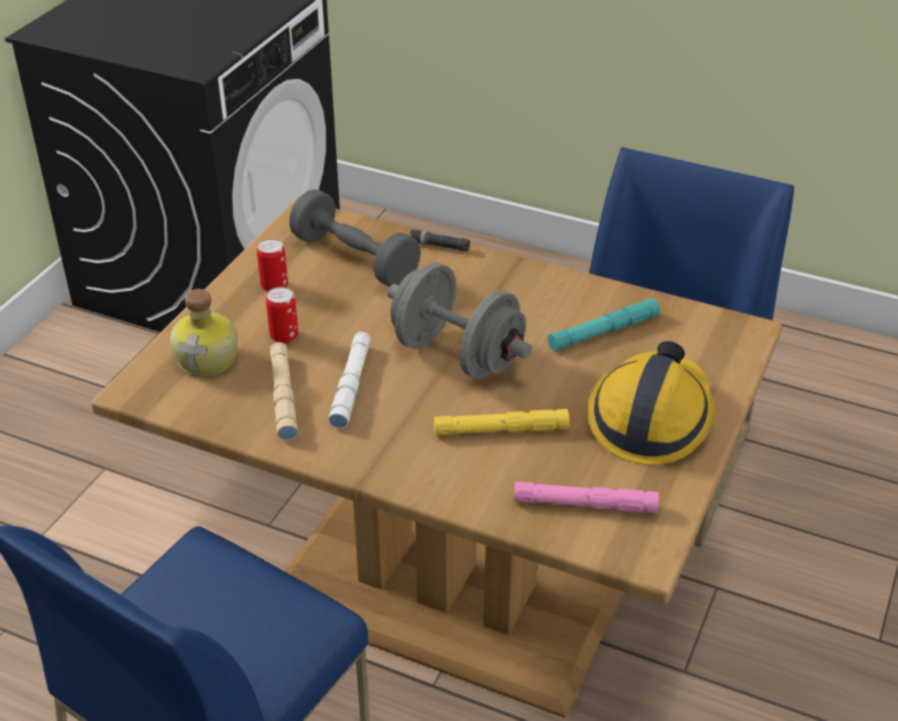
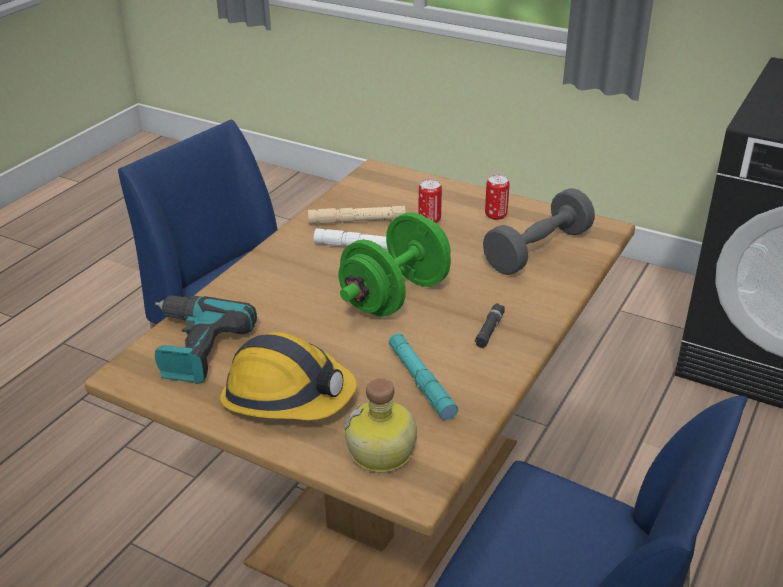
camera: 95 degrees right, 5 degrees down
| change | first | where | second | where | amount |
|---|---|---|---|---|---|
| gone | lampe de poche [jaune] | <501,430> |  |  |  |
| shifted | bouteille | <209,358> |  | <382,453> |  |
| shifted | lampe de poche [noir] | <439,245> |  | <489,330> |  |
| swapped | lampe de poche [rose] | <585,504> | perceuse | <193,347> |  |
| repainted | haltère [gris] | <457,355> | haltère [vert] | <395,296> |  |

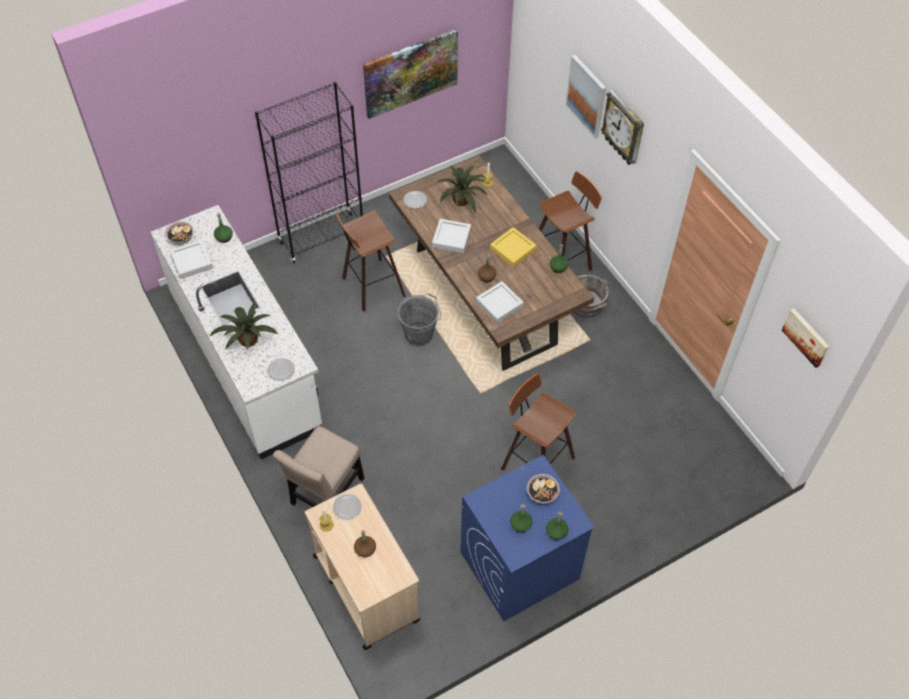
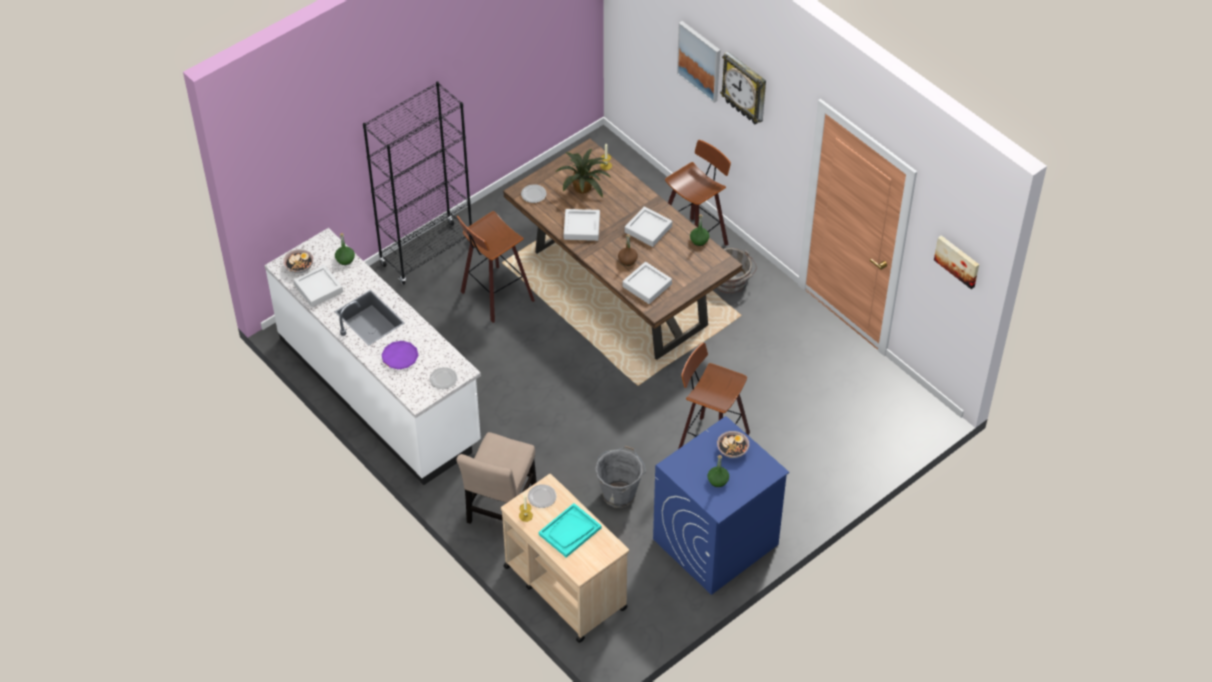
camera: 10 degrees left, 5 degrees down
| change | first | where | second | where | amount |
|---|---|---|---|---|---|
| gone | tableau | <410,73> |  |  |  |
| gone | bouteille [vert] | <556,532> |  |  |  |
| shifted | seau [gris] | <419,334> |  | <619,493> |  |
| swapped | plante en pot | <247,341> | assiette [violet] | <400,357> |  |
| swapped | bouteille [marron] | <365,549> | plateau [turquoise] | <570,531> |  |
| repainted | plateau [jaune] | <513,249> | plateau [gris] | <648,229> |  |

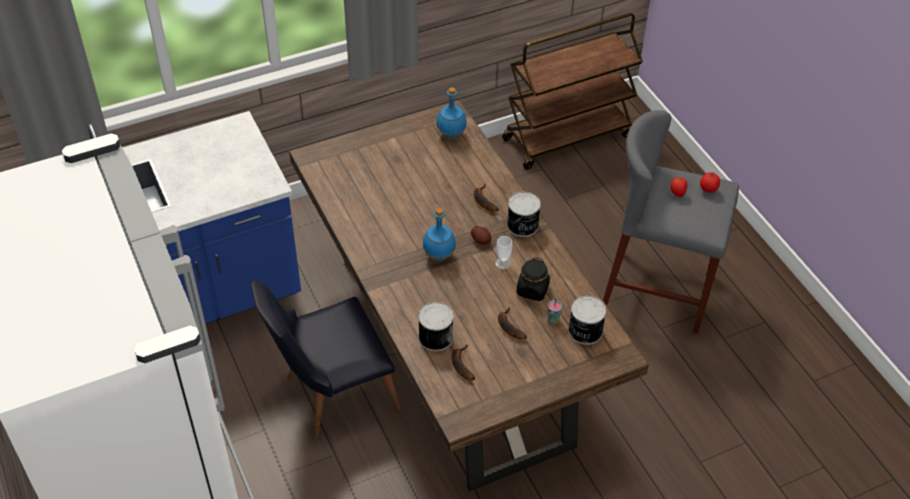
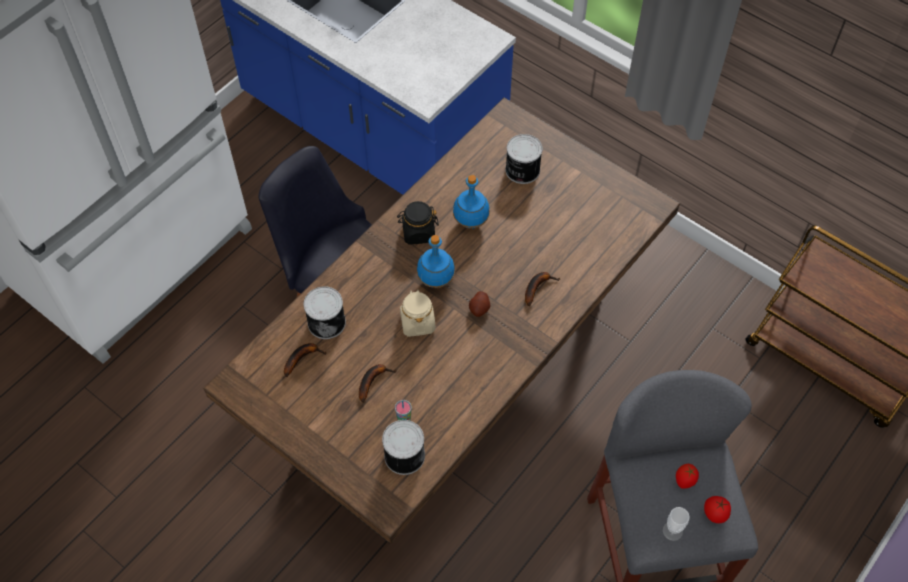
camera: 65 degrees right, 10 degrees up
| change | first | where | second | where | amount |
|---|---|---|---|---|---|
| new |  |  | bocal [beige] | <417,322> |  |
| shifted | bouteille [bleu] | <451,135> |  | <470,222> |  |
| shifted | tasse | <503,263> |  | <672,531> |  |
| shifted | boîte métallique | <523,226> |  | <521,170> |  |
| shifted | bocal [noir] | <532,290> |  | <418,232> |  |

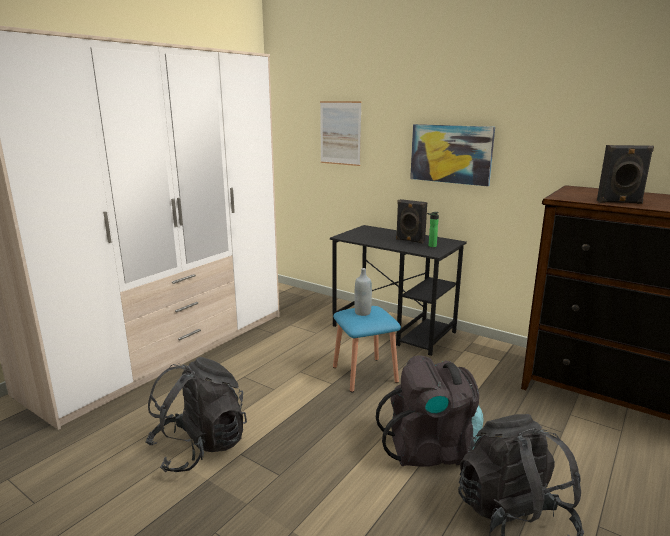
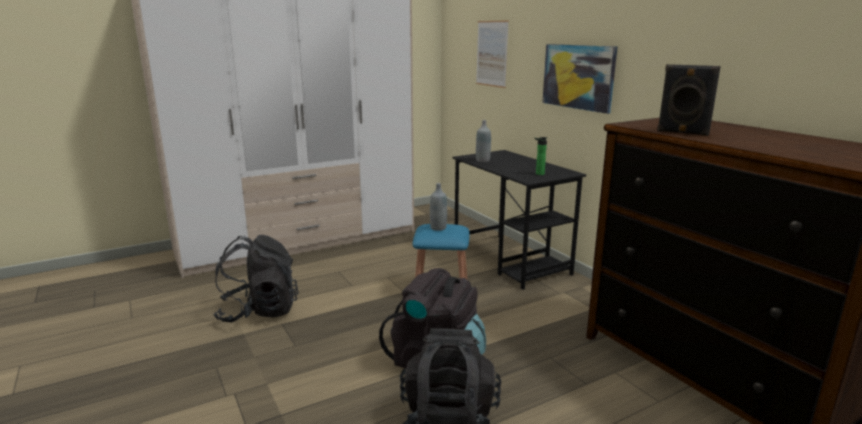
camera: 25 degrees right, 0 degrees up
| change | first | where | second | where | amount |
|---|---|---|---|---|---|
| gone | enceinte [noir] | <409,240> |  |  |  |
| new |  |  | bouteille [gris] | <482,160> |  |

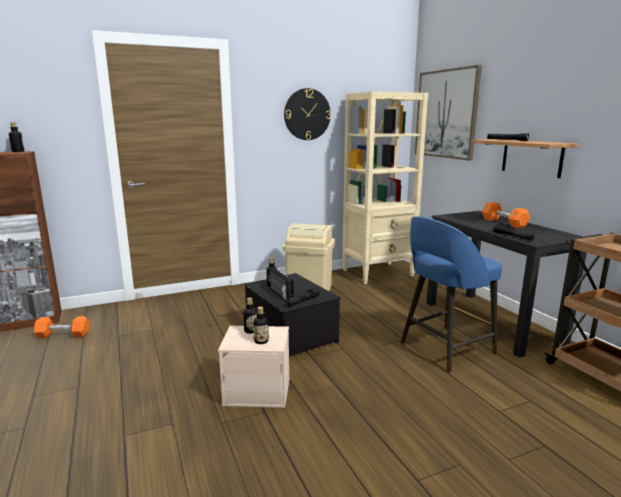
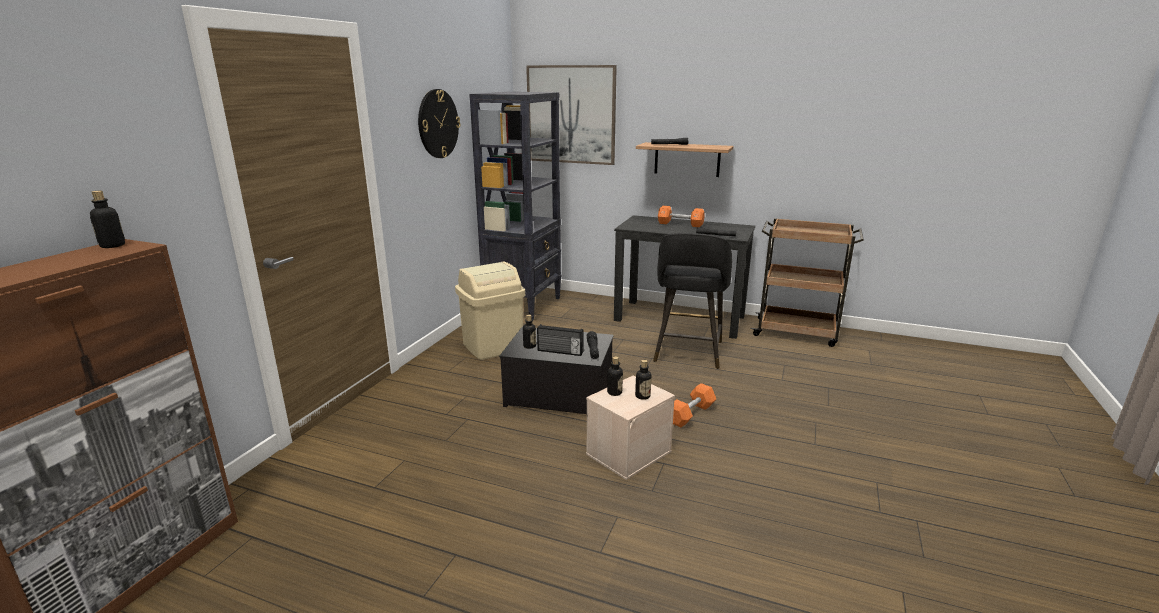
camera: 45 degrees left, 5 degrees up
| change | first | where | second | where | amount |
|---|---|---|---|---|---|
| shifted | haltère [orange] | <63,335> |  | <690,414> |  |
| repainted | bibliothèque [beige] | <378,273> | bibliothèque [noir] | <524,305> |  |
| repainted | tabouret [bleu] | <444,349> | tabouret [noir] | <688,352> |  |

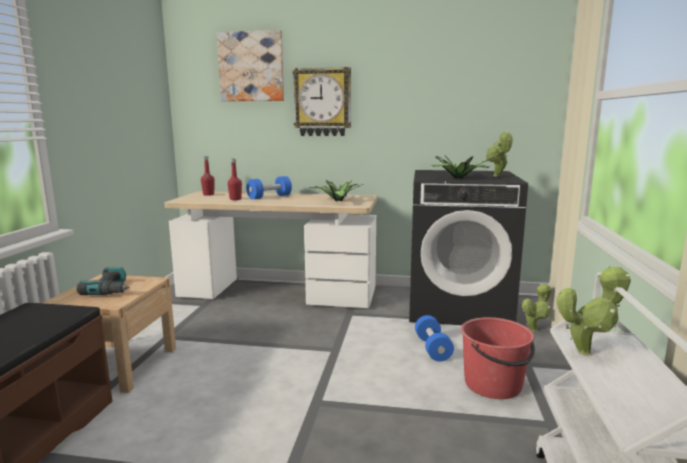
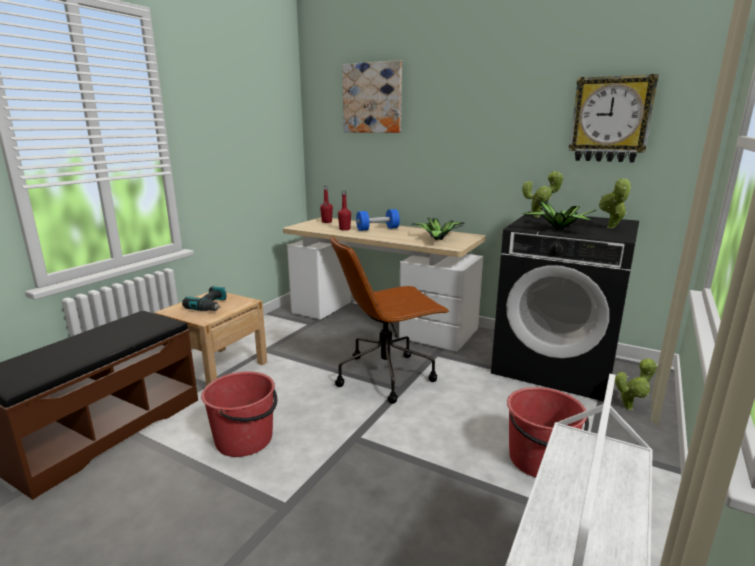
camera: 20 degrees right, 5 degrees up
| change | first | where | second | where | amount |
|---|---|---|---|---|---|
| gone | haltère [bleu] | <432,348> |  |  |  |
| new |  |  | seau [rouge] | <245,439> |  |
| new |  |  | chaise de bureau [marron] | <386,375> |  |
| shifted | horloge murale | <322,102> |  | <610,119> |  |
| shifted | plante en pot | <587,352> |  | <539,217> |  |

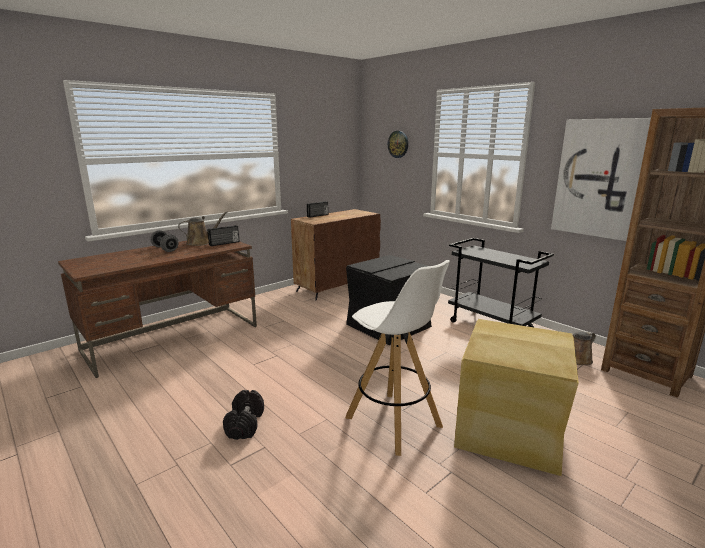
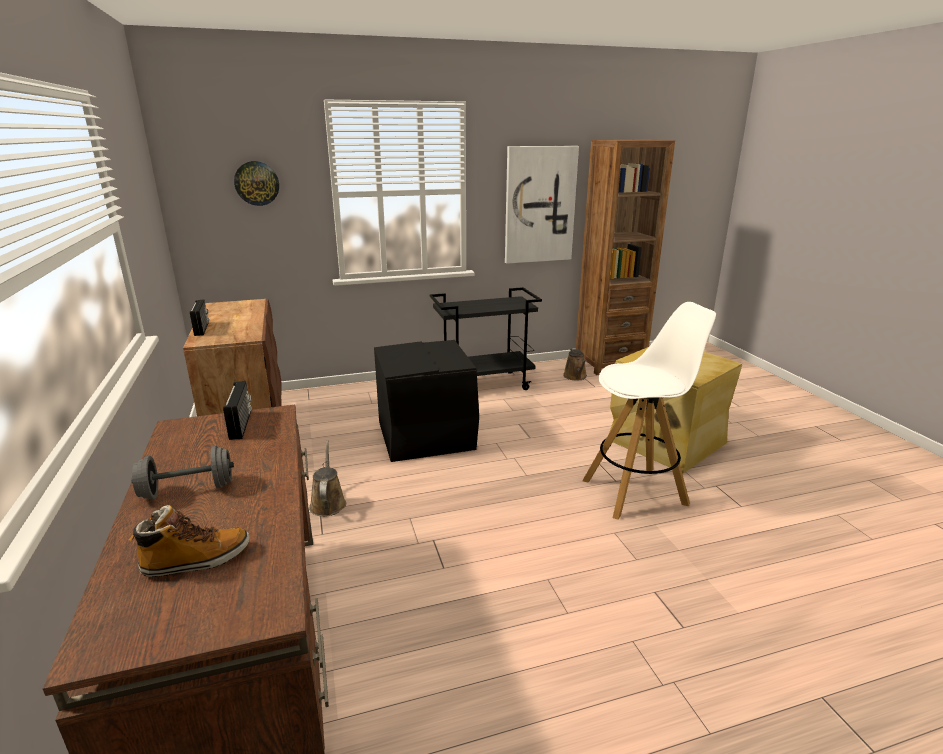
camera: 65 degrees left, 5 degrees up
| change | first | where | second | where | amount |
|---|---|---|---|---|---|
| gone | haltère [noir] | <245,424> |  |  |  |
| new |  |  | botte | <196,561> |  |
| shifted | arrosoir [marron] | <201,243> |  | <328,503> |  |

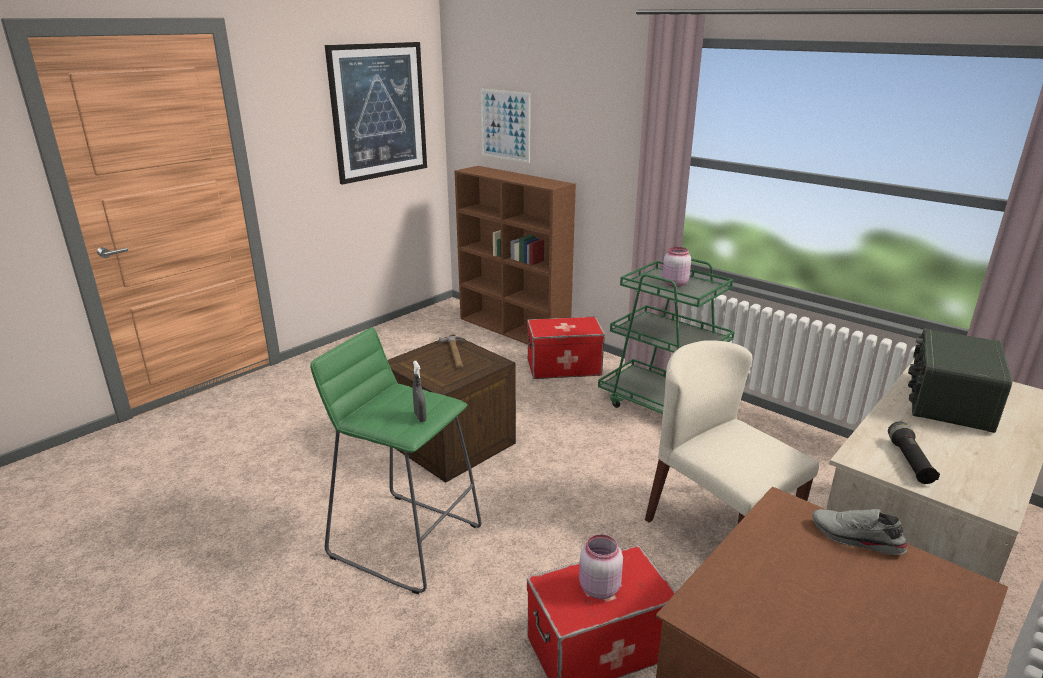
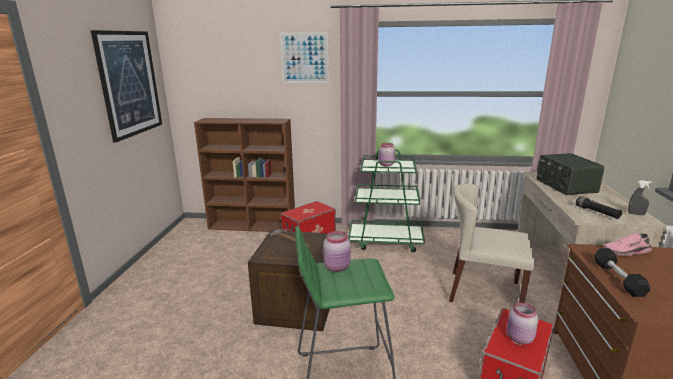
camera: 35 degrees left, 5 degrees down
| change | first | where | second | where | amount |
|---|---|---|---|---|---|
| new |  |  | bocal [rose] | <338,267> |  |
| new |  |  | haltère [noir] | <618,278> |  |
| shifted | vaporisateur [gris] | <420,417> |  | <636,214> |  |
| shifted | tableau | <505,125> |  | <305,58> |  |
| repainted | chaussure [gris] | <856,539> | chaussure [rose] | <627,252> |  |

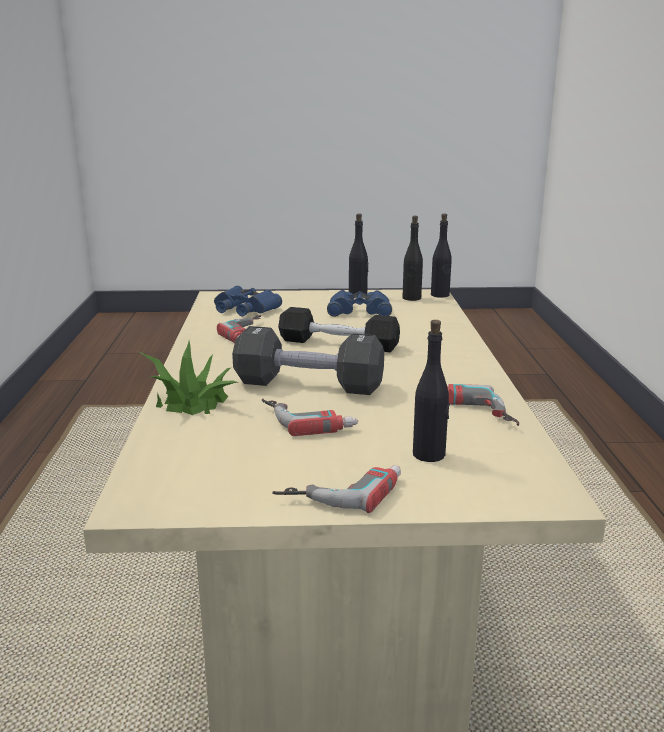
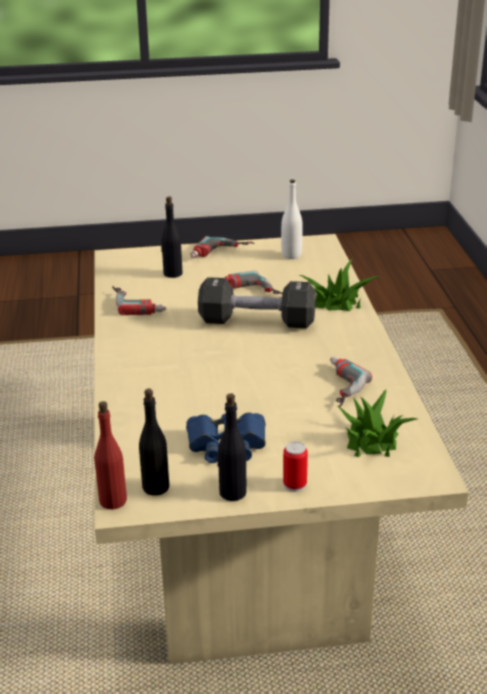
camera: 175 degrees right, 10 degrees up
| change | first | where | second | where | amount |
|---|---|---|---|---|---|
| gone | haltère [noir] | <338,344> |  |  |  |
| new |  |  | bouteille [blanc] | <291,255> |  |
| new |  |  | boîte métallique | <294,484> |  |
| swapped | jumelles [bleu] | <245,309> | plante en pot | <371,439> |  |
| repainted | bouteille [noir] | <440,295> | bouteille [rouge] | <112,500> |  |

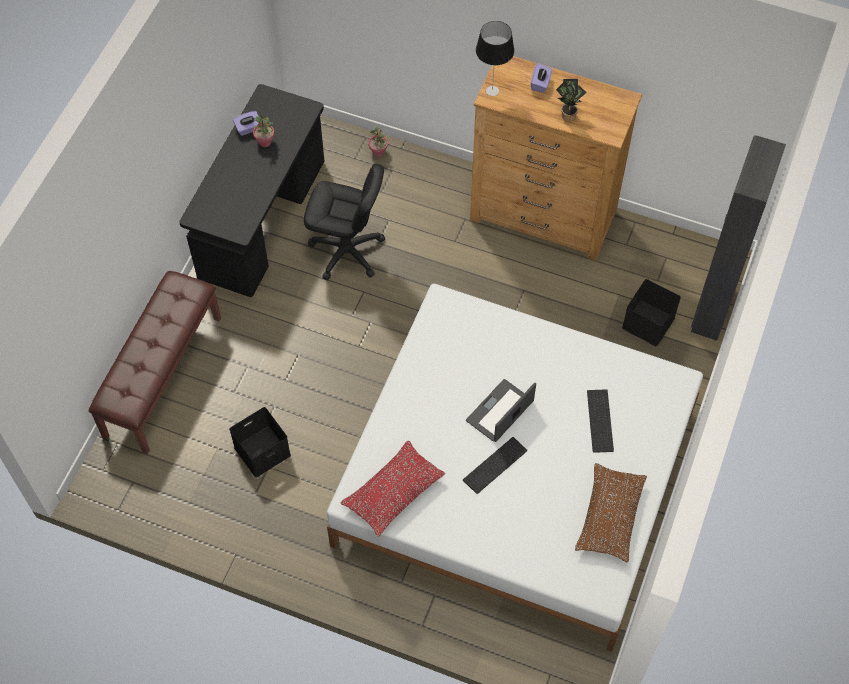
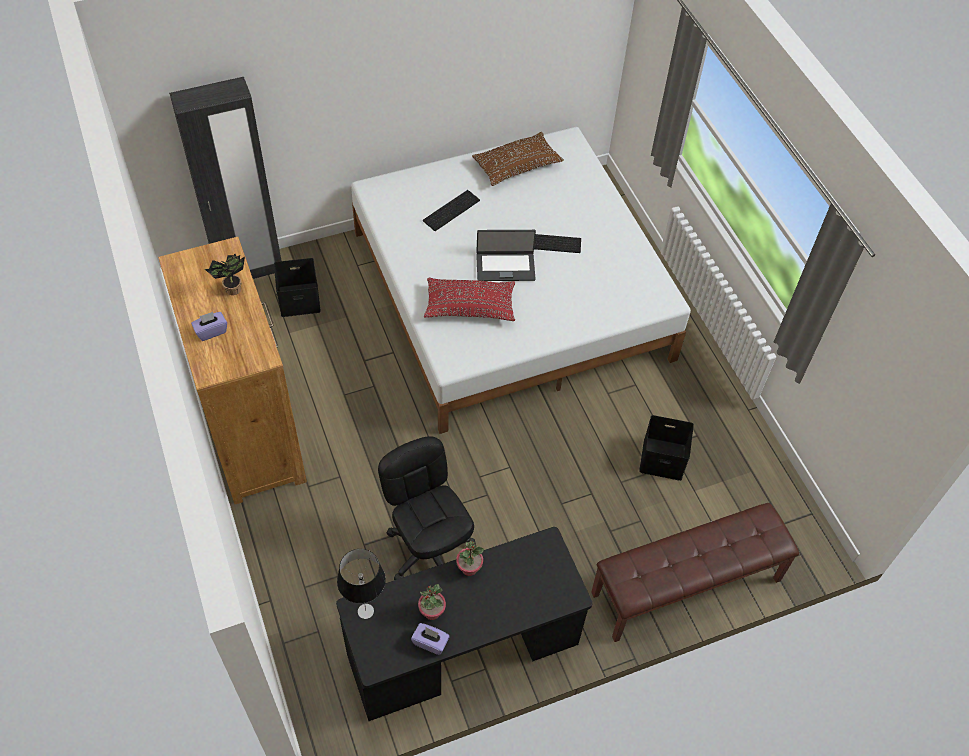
camera: 135 degrees left, 5 degrees down
| change | first | where | second | where | amount |
|---|---|---|---|---|---|
| shifted | coussin [rouge] | <393,493> |  | <470,306> |  |
| shifted | plante en pot | <378,152> |  | <469,568> |  |
| shifted | lampe de table | <492,91> |  | <365,610> |  |

